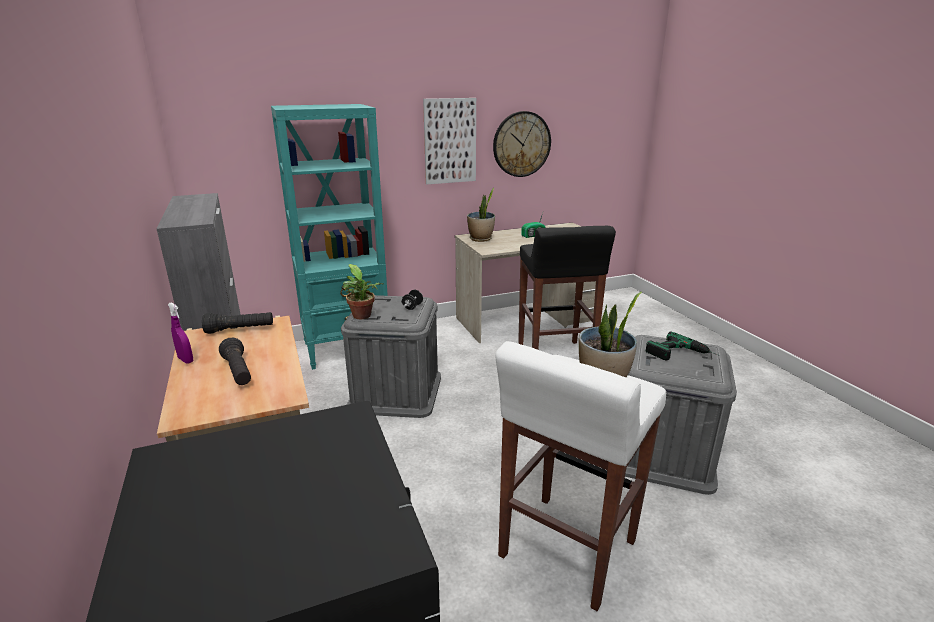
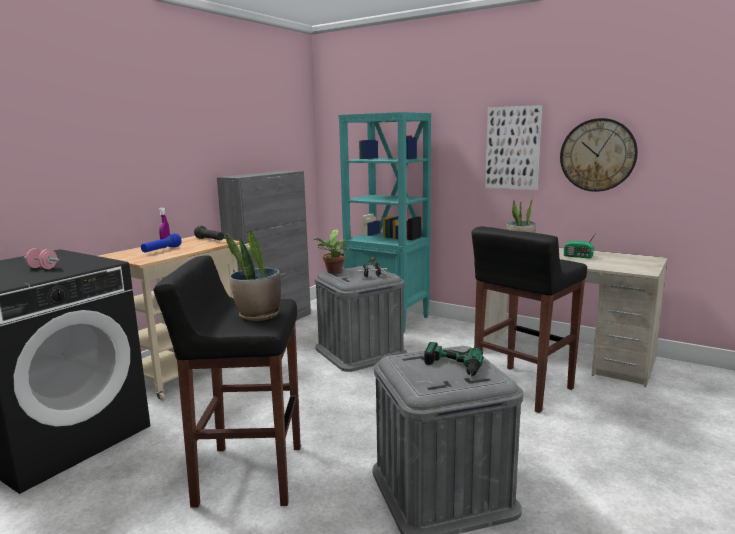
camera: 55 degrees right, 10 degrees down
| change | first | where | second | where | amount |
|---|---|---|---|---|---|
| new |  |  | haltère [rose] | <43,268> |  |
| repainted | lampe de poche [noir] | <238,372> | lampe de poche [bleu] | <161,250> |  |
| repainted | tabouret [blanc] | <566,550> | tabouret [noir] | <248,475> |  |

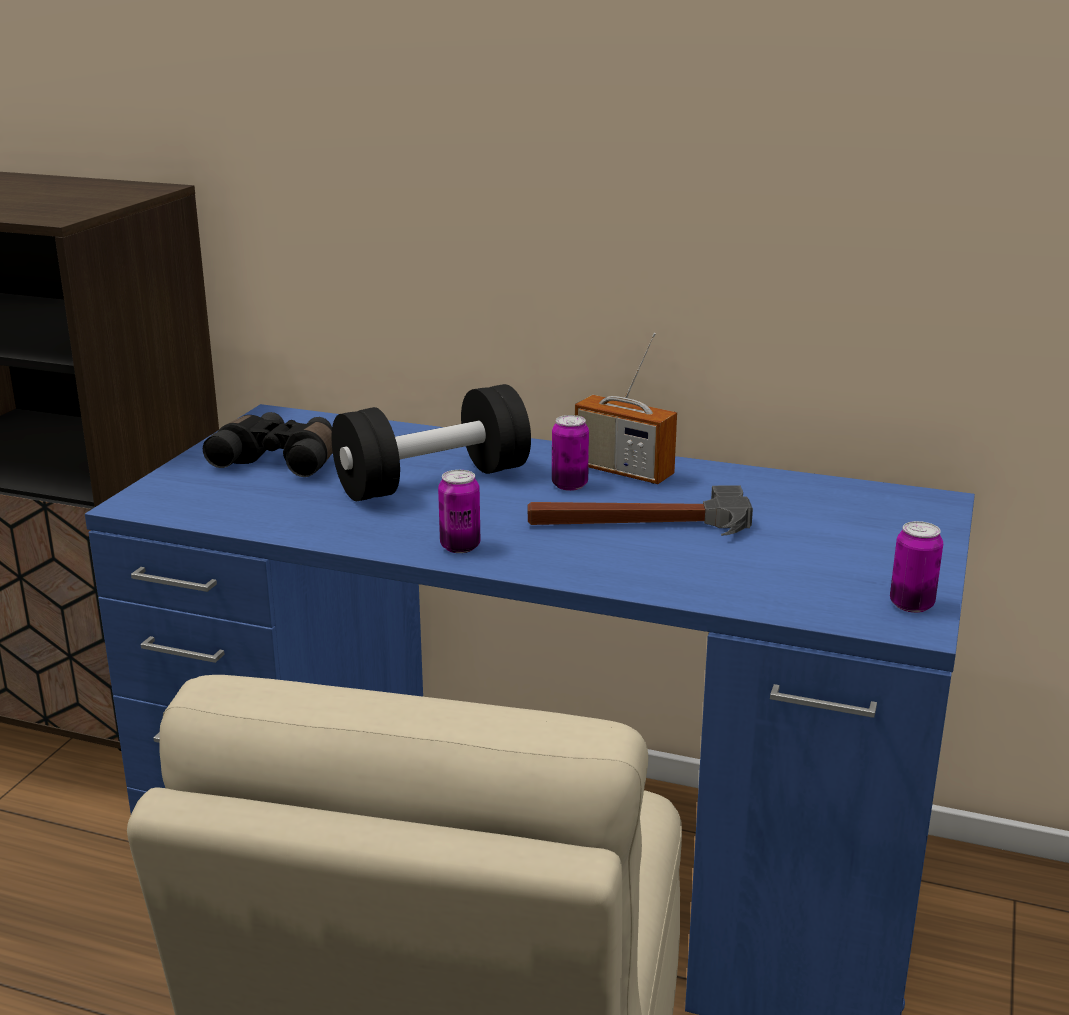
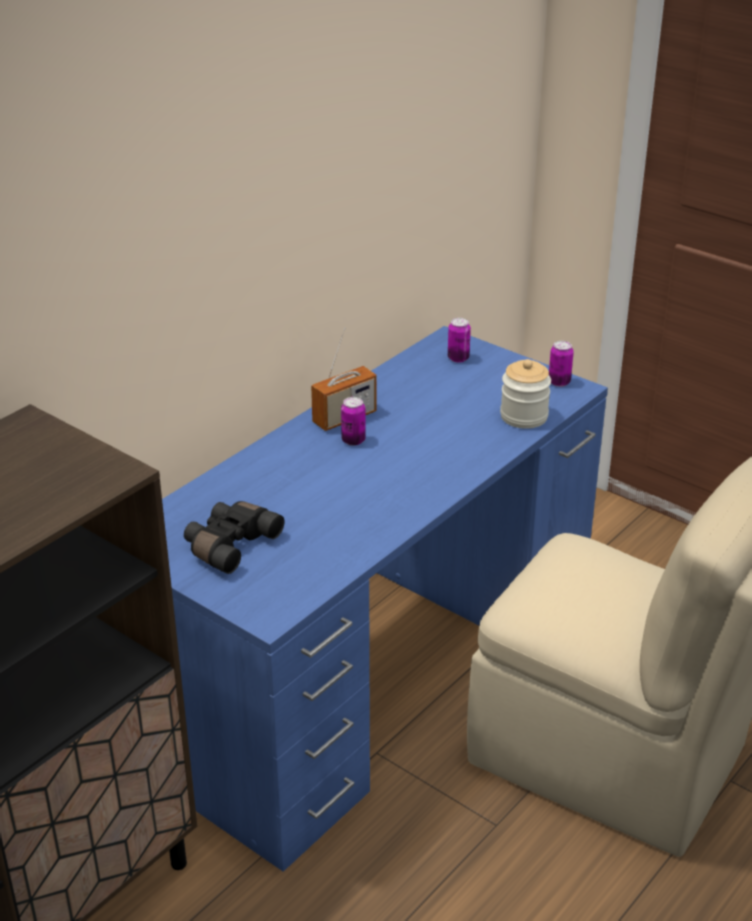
camera: 70 degrees left, 10 degrees up
| change | first | where | second | where | amount |
|---|---|---|---|---|---|
| gone | haltère [noir] | <433,481> |  |  |  |
| gone | marteau | <638,523> |  |  |  |
| new |  |  | bocal | <524,416> |  |
| shifted | boîte métallique | <460,546> |  | <458,358> |  |

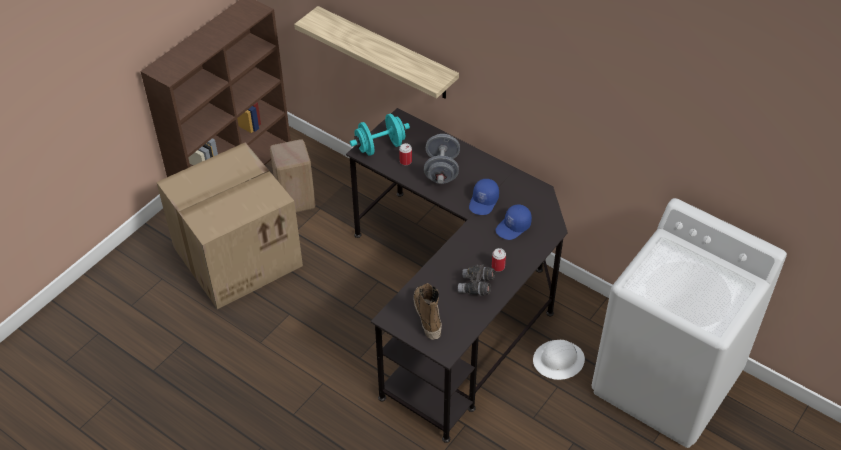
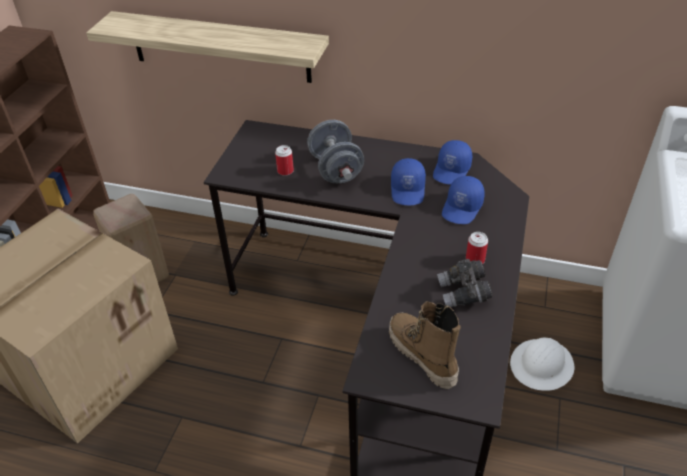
camera: 20 degrees left, 5 degrees down
| change | first | where | second | where | amount |
|---|---|---|---|---|---|
| gone | haltère [turquoise] | <380,146> |  |  |  |
| new |  |  | casquette [bleu] | <452,170> |  |

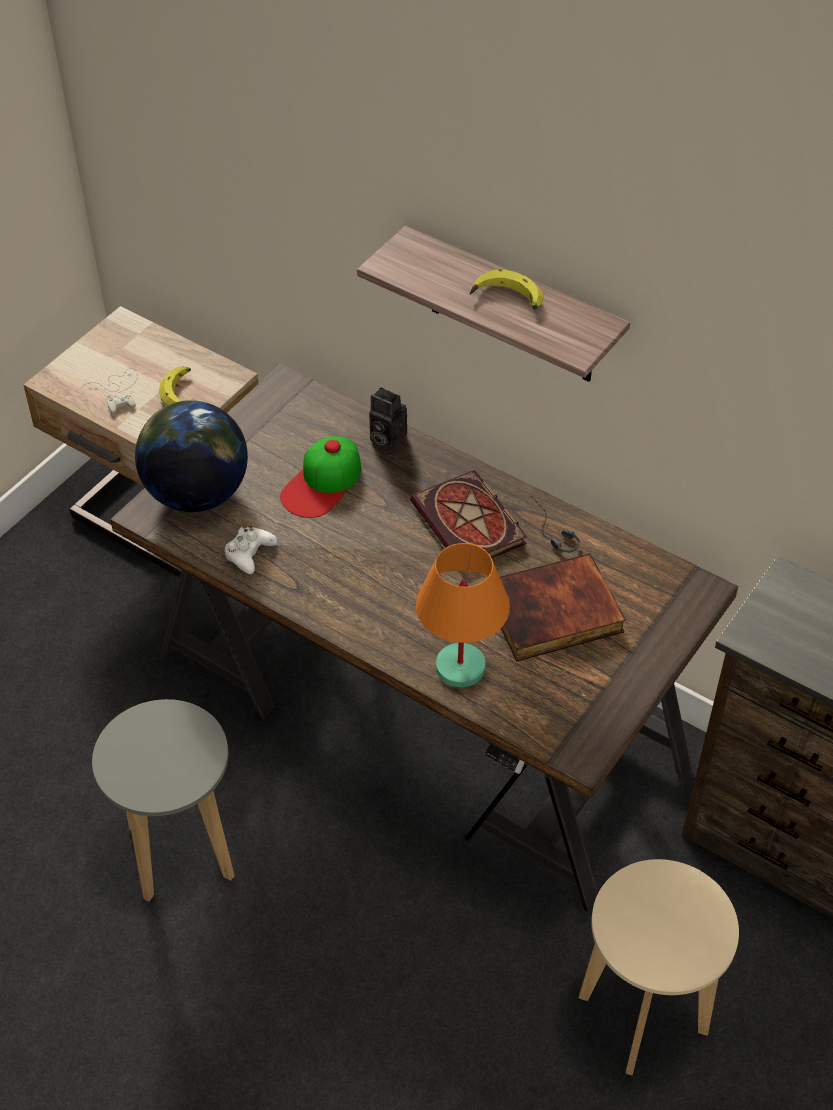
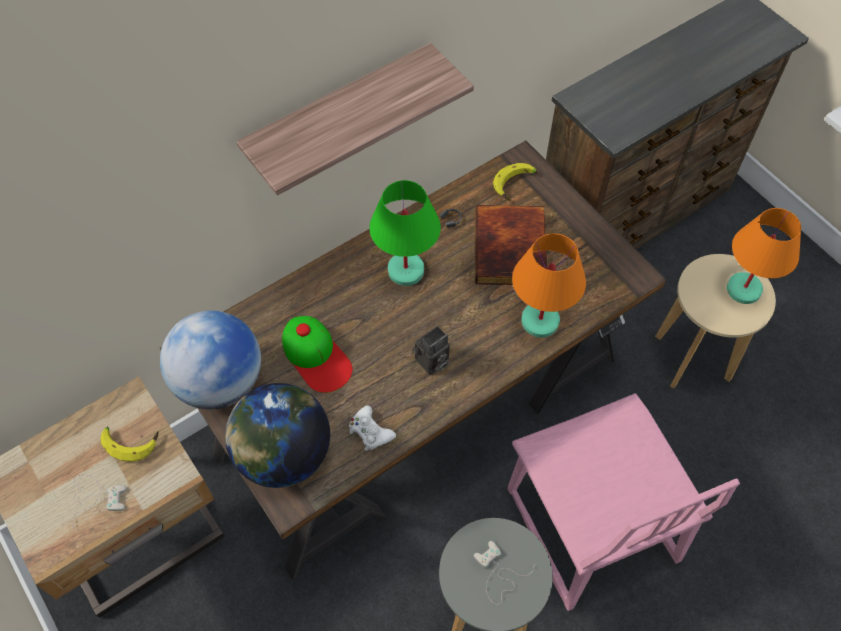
camera: 70 degrees left, 10 degrees up
| change | first | where | second | where | amount |
|---|---|---|---|---|---|
| new |  |  | globe | <220,382> |  |
| new |  |  | manette [blanc] | <498,574> |  |
| new |  |  | chaise [rose] | <590,525> |  |
| new |  |  | lampe de table [orange] | <743,289> |  |
| shifted | appareil photo | <385,438> |  | <431,363> |  |
| shifted | banane | <506,300> |  | <515,185> |  |
| swapped | livre | <471,524> | lampe de table [vert] | <406,270> |  |

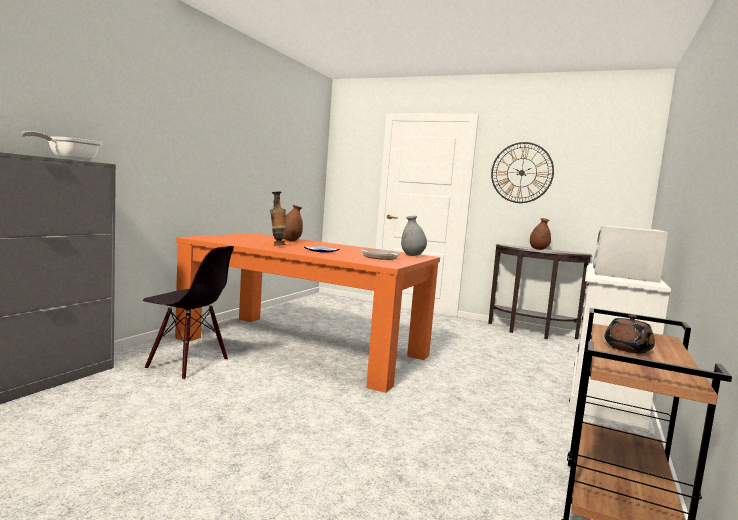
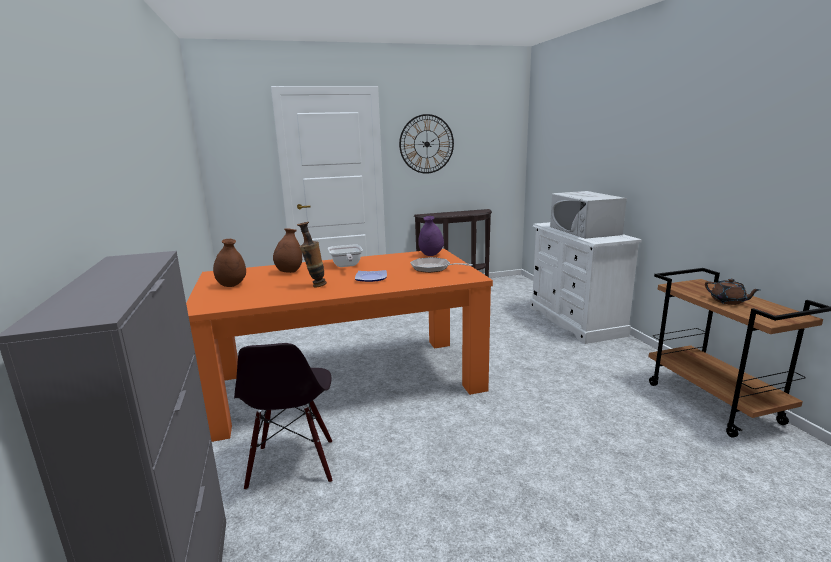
camera: 40 degrees left, 10 degrees up
| change | first | where | second | where | amount |
|---|---|---|---|---|---|
| shifted | poêle | <68,159> |  | <346,266> |  |
| shifted | vase [marron] | <538,249> |  | <232,285> |  |
| repainted | vase [gris] | <412,255> | vase [violet] | <431,255> |  |
| rotated | chaise [noir] | <187,364> |  | <293,464> | 105 degrees clockwise |

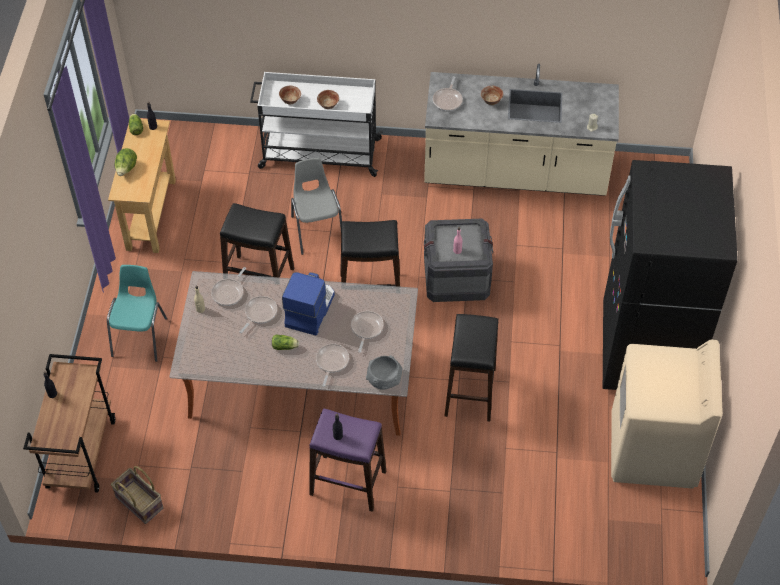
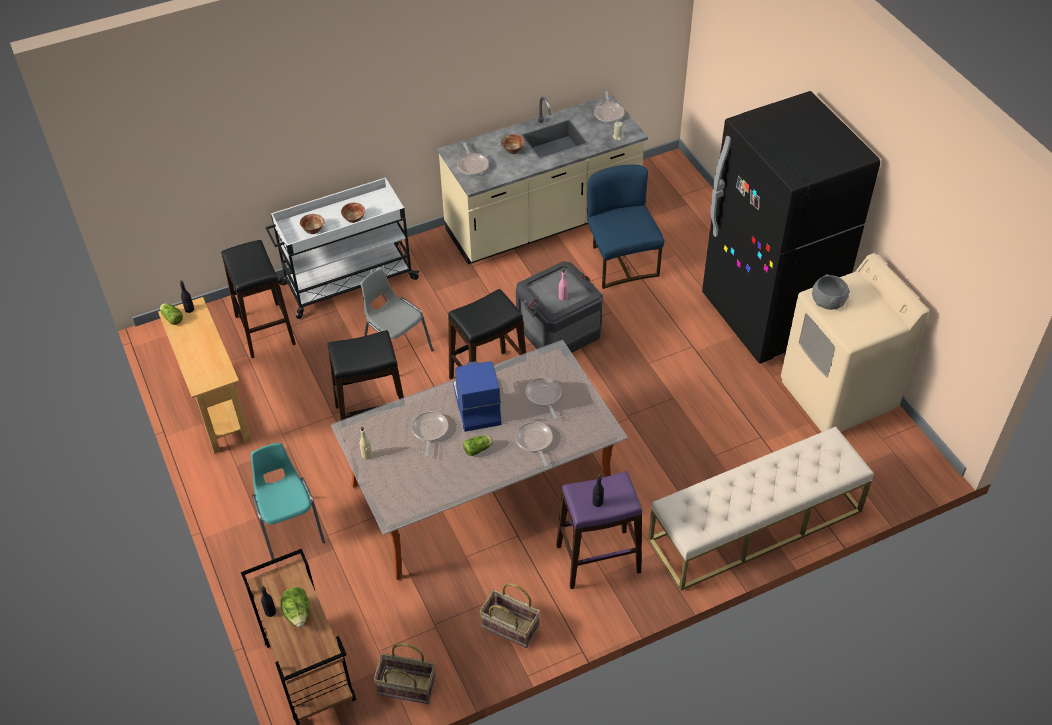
camera: 30 degrees left, 5 degrees down
| change | first | where | second | where | amount |
|---|---|---|---|---|---|
| new |  |  | panier | <509,627> |  |
| new |  |  | chaise [bleu] | <621,262> |  |
| new |  |  | banc [beige] | <755,525> |  |
| shifted | laitue | <126,169> |  | <298,614> |  |
| shifted | poêle | <229,292> |  | <608,113> |  |
| shifted | bol [gris] | <384,378> |  | <828,300> |  |
| shifted | tabouret [noir] | <470,392> |  | <265,330> |  |

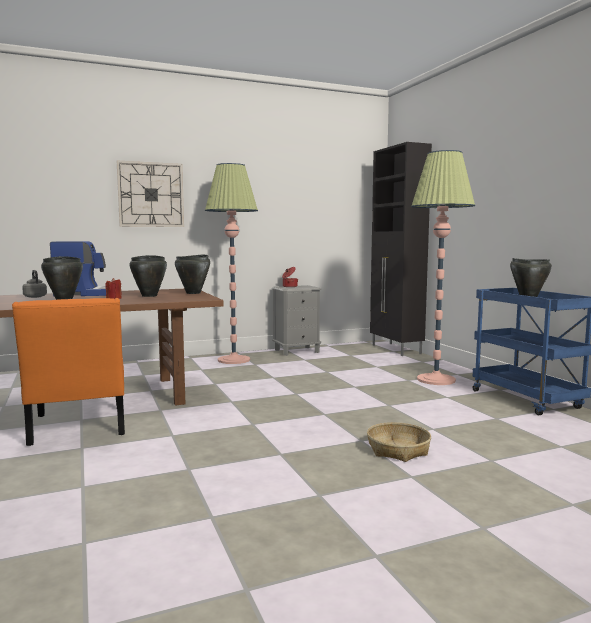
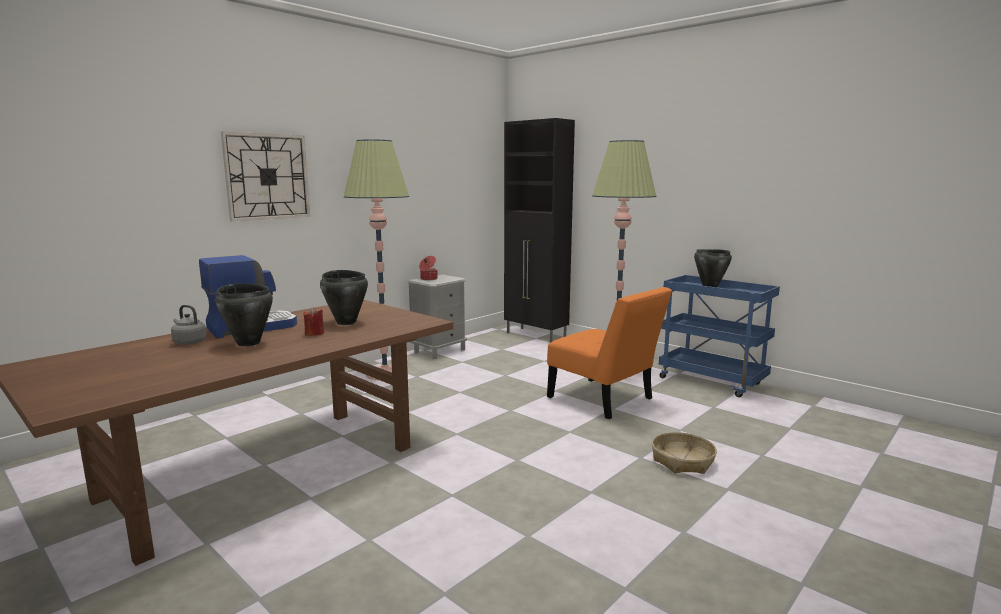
camera: 25 degrees left, 5 degrees up
| change | first | where | second | where | amount |
|---|---|---|---|---|---|
| gone | marmite [noir] | <193,293> |  |  |  |
| shifted | chaise [orange] | <78,427> |  | <604,400> |  |

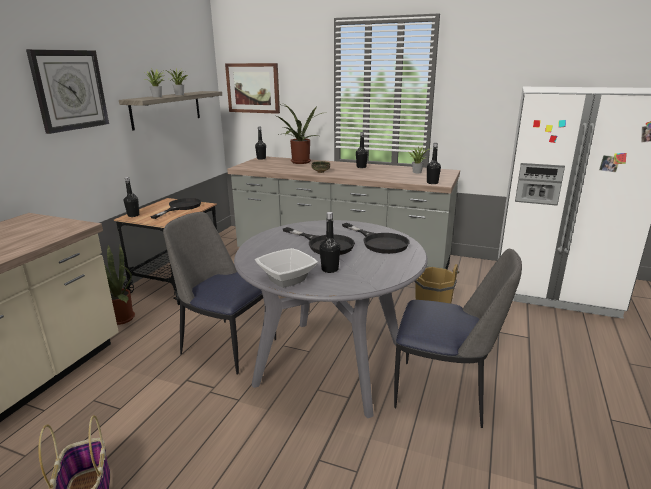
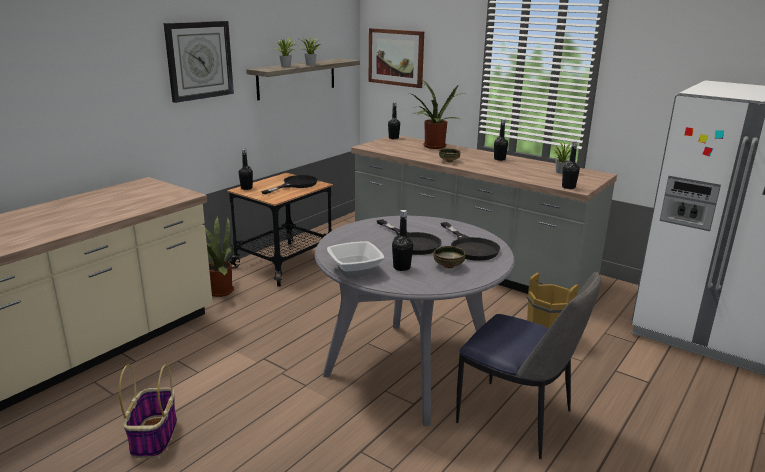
camera: 15 degrees right, 0 degrees up
| change | first | where | second | where | amount |
|---|---|---|---|---|---|
| gone | chaise | <227,345> |  |  |  |
| new |  |  | bol | <449,266> |  |

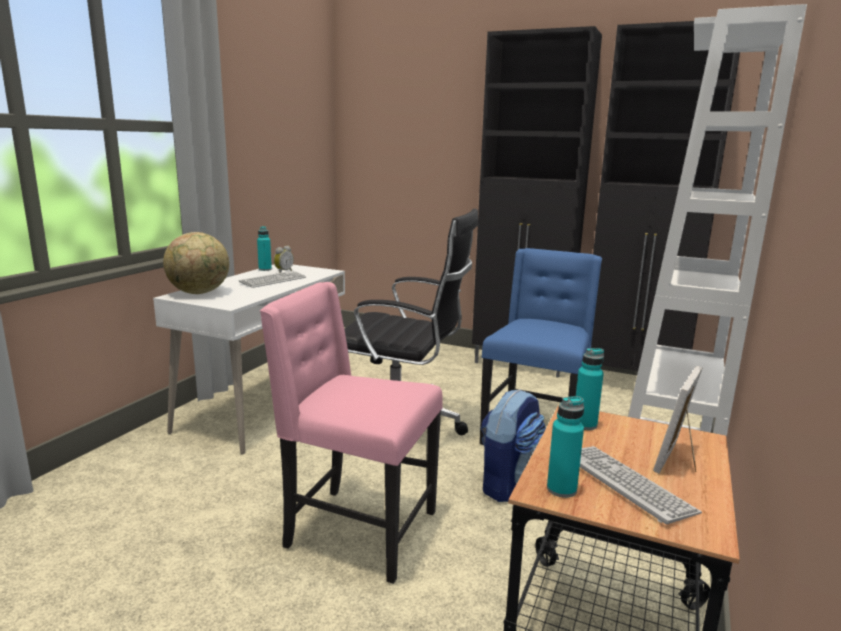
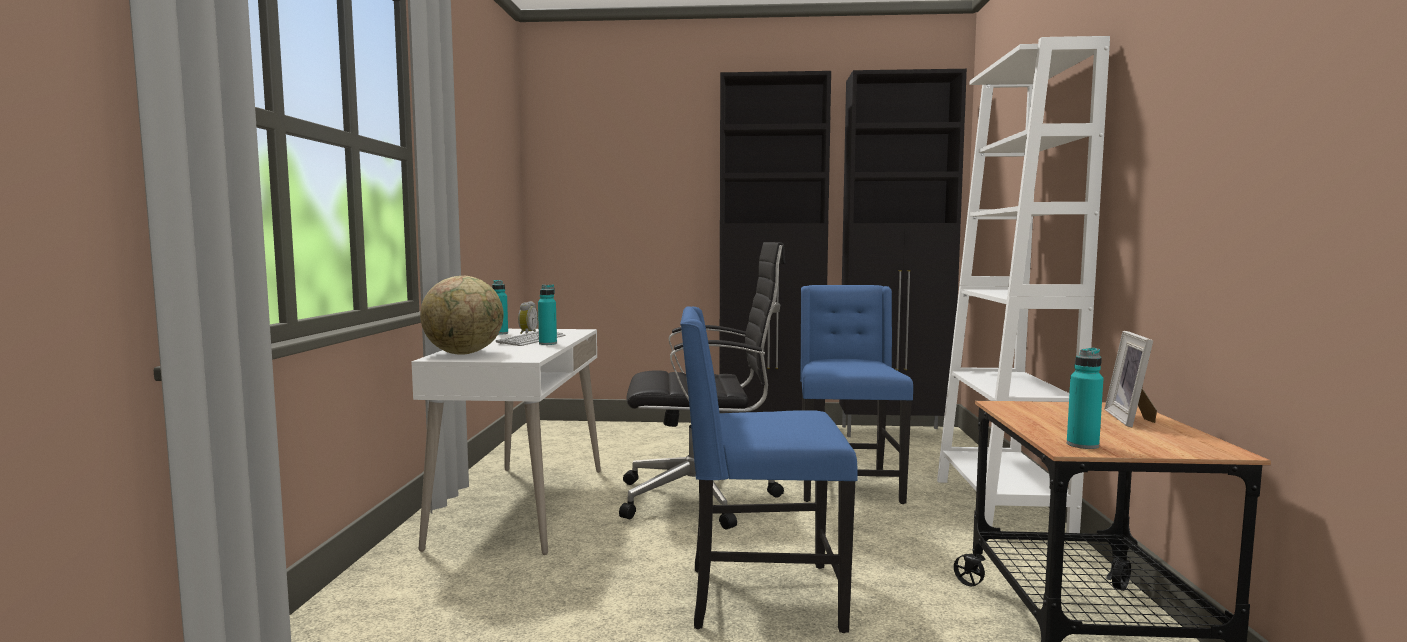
camera: 20 degrees left, 10 degrees down
| change | first | where | second | where | amount |
|---|---|---|---|---|---|
| gone | sac à dos | <508,484> |  |  |  |
| gone | clavier | <626,484> |  |  |  |
| shifted | bouteille [turquoise] | <584,424> |  | <547,344> |  |
| repainted | chaise [rose] | <357,530> | chaise [bleu] | <760,597> |  |

